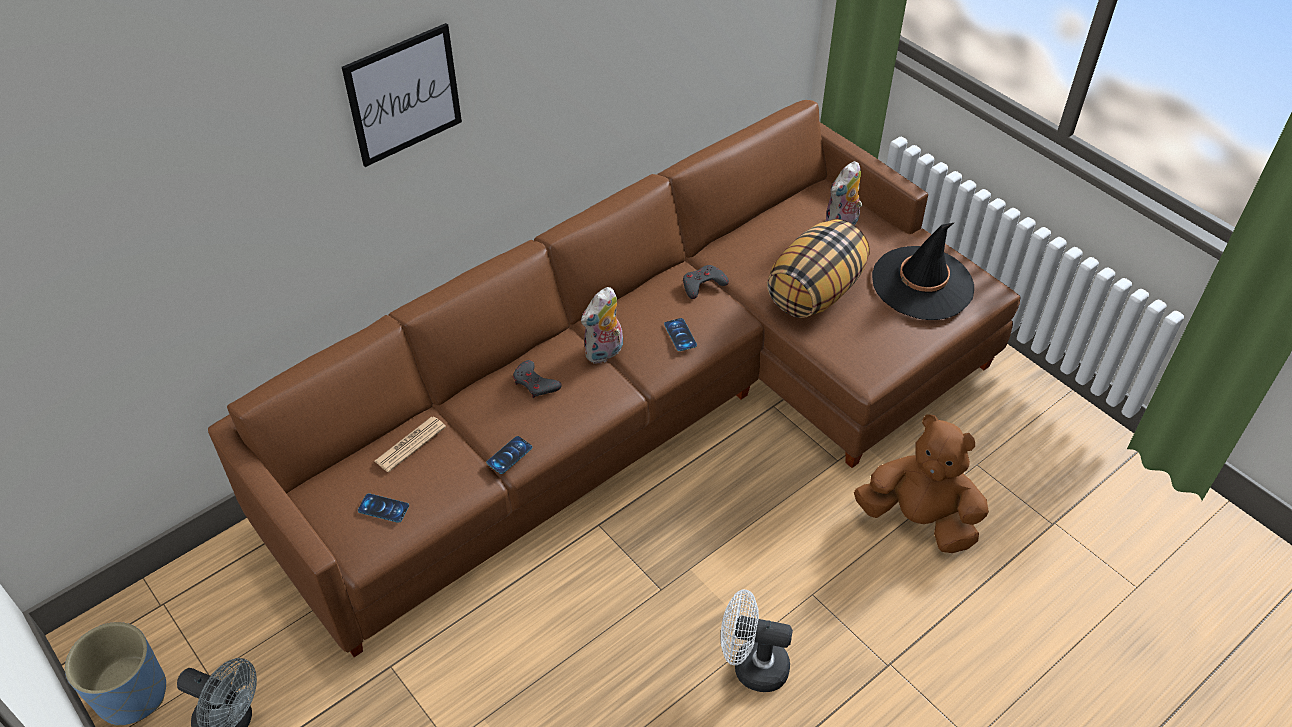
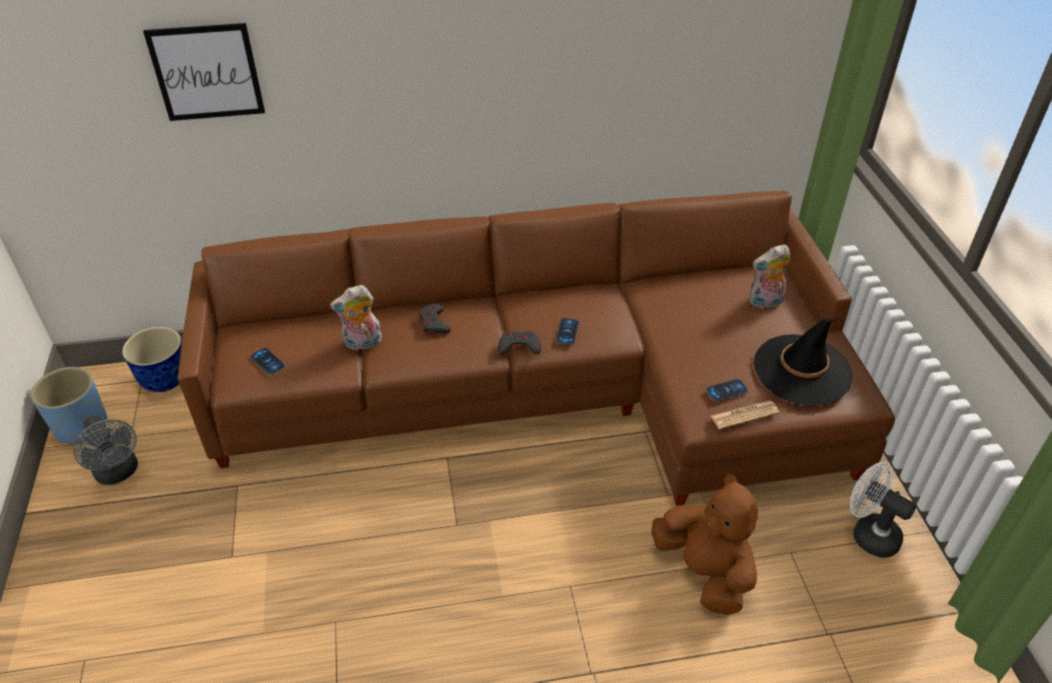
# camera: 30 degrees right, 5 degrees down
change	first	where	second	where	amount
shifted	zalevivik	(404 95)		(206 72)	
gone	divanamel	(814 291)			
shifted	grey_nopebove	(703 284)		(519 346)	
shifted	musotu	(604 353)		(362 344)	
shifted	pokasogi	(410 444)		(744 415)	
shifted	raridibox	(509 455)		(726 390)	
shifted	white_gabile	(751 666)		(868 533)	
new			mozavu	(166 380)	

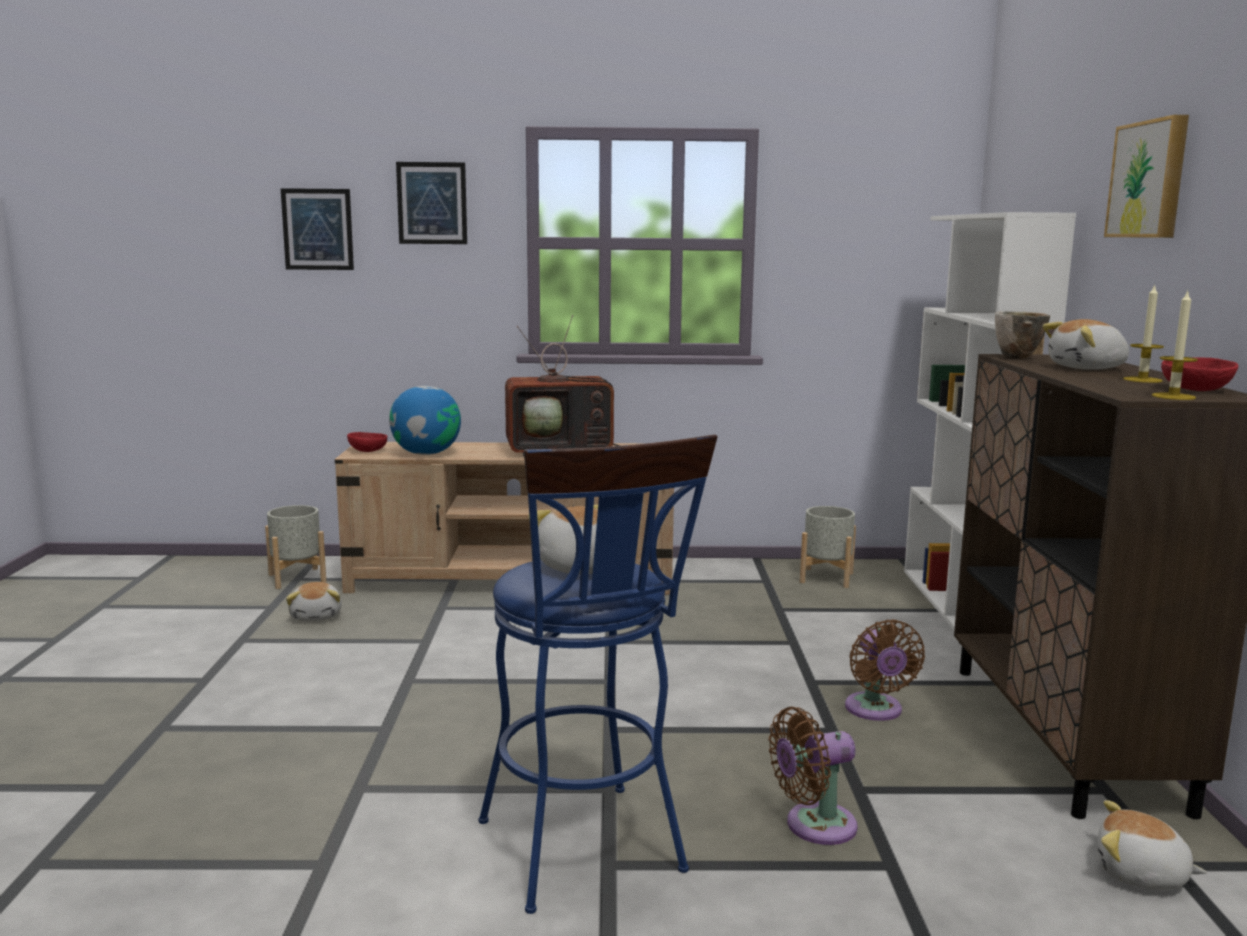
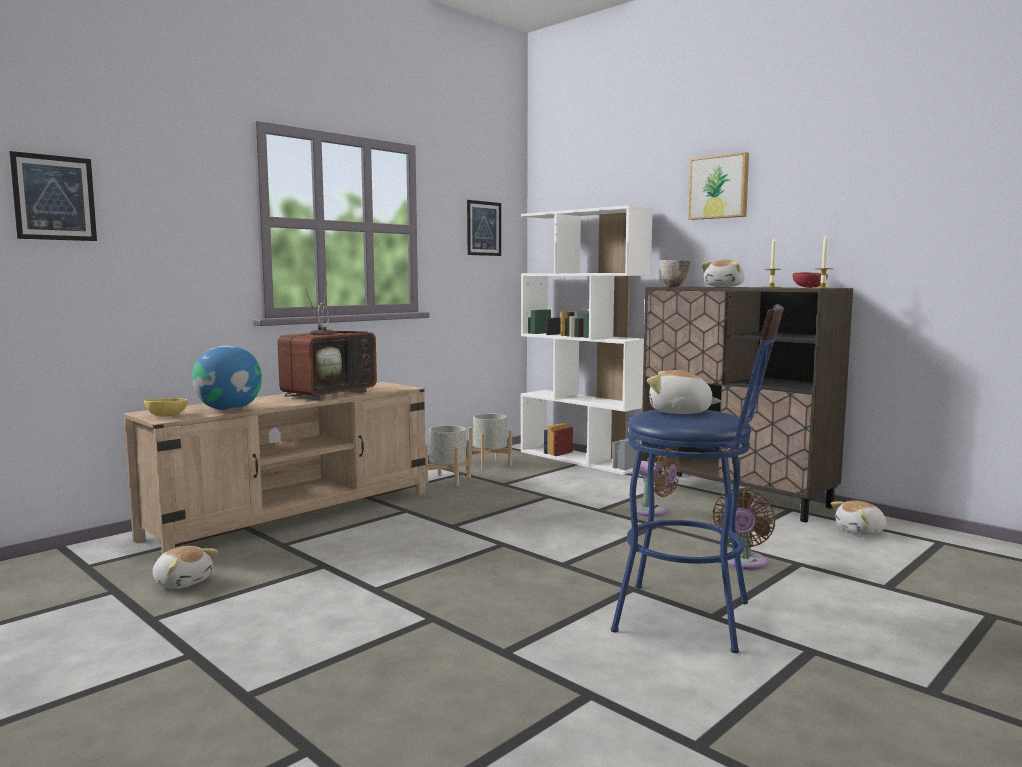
# camera: 45 degrees left, 5 degrees down
change	first	where	second	where	amount
shifted	zalevivik	(432 203)		(484 228)	
repainted	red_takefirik	(368 451)	yellow_takefirik	(166 415)	
shifted	grey_mozavu	(297 578)		(447 480)	

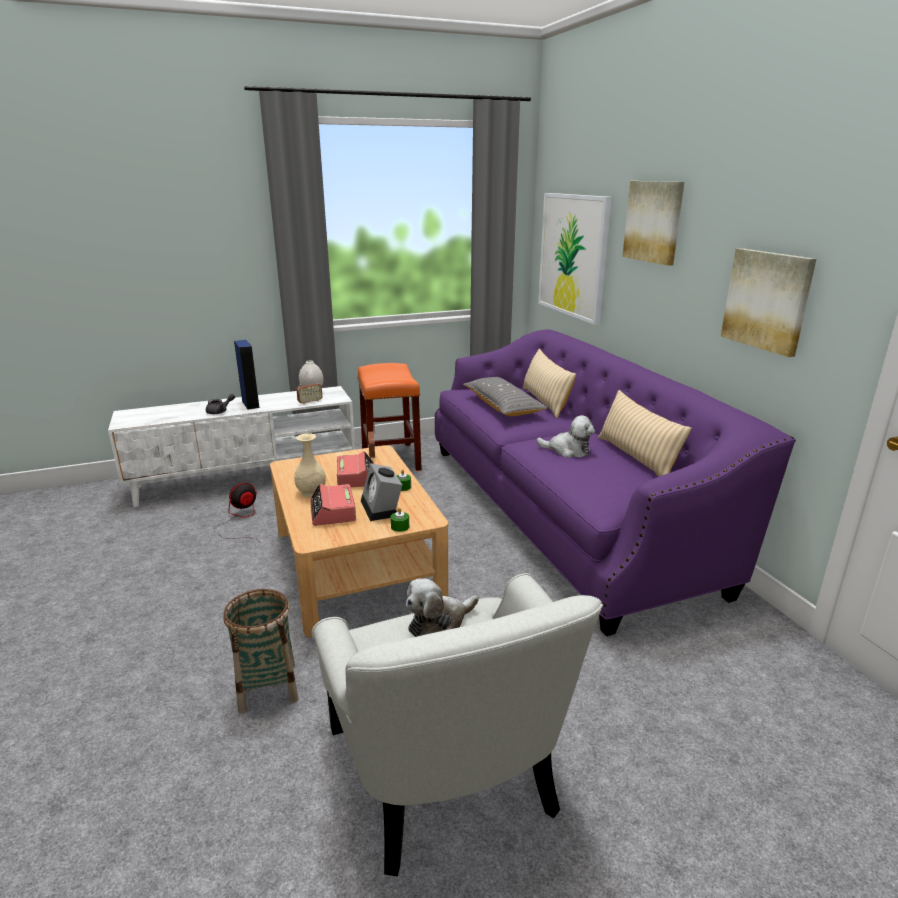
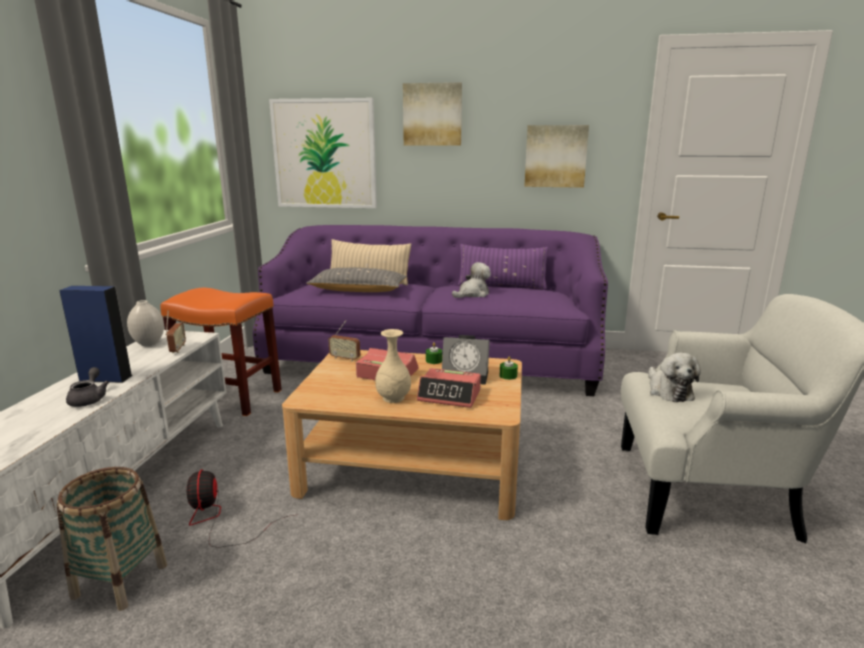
# camera: 60 degrees left, 5 degrees down
change	first	where	second	where	amount
repainted	beige_divanamel	(636 457)	purple_divanamel	(501 286)	
shifted	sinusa	(268 687)		(120 580)	

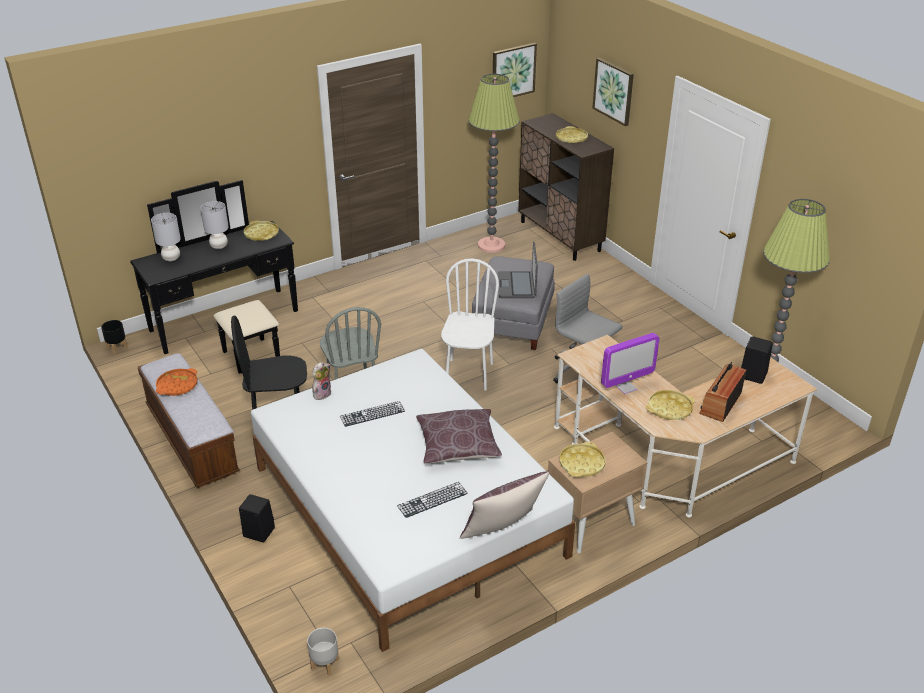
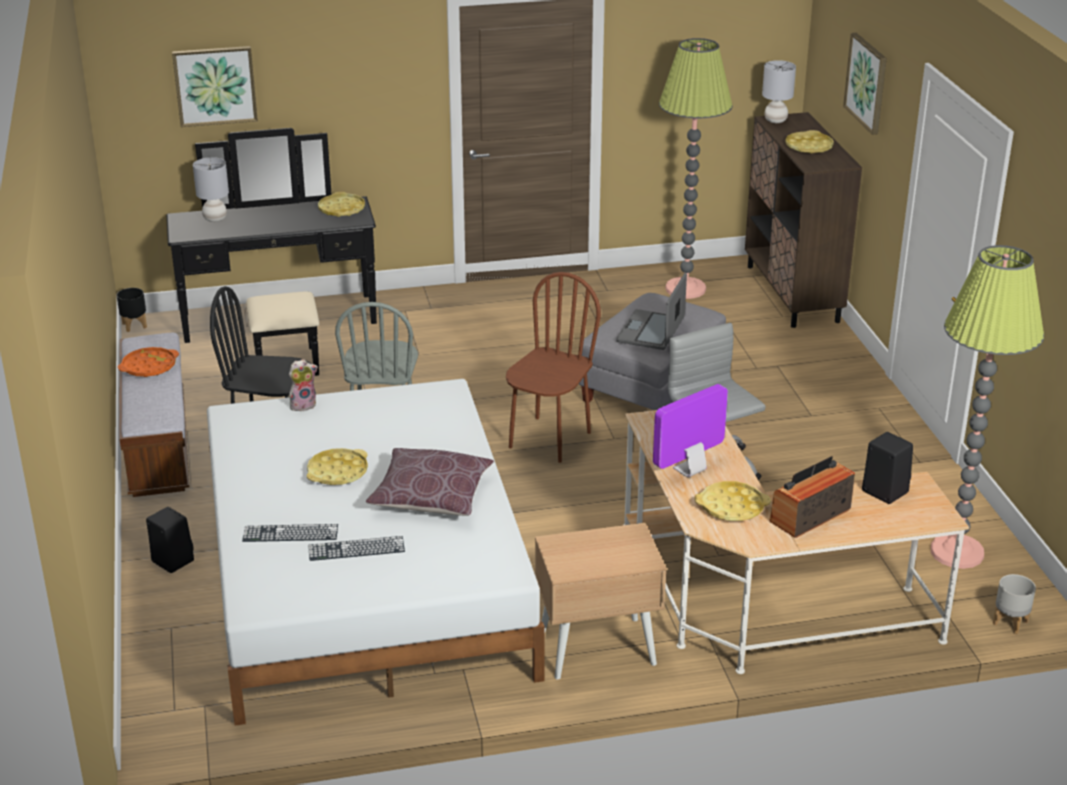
# camera: 20 degrees right, 5 degrees down
change	first	where	second	where	amount
shifted	zalevivik	(513 71)		(215 85)	
shifted	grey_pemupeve	(219 246)		(775 121)	
repainted	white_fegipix	(468 375)	brown_fegipix	(549 440)	
rotated	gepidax	(625 387)		(689 470)	150 degrees clockwise
shifted	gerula	(372 414)		(290 533)	
shifted	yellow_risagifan	(581 464)		(337 472)	
gone	brown_divanamel	(503 532)			
shifted	grey_mozavu	(325 664)		(1010 623)	

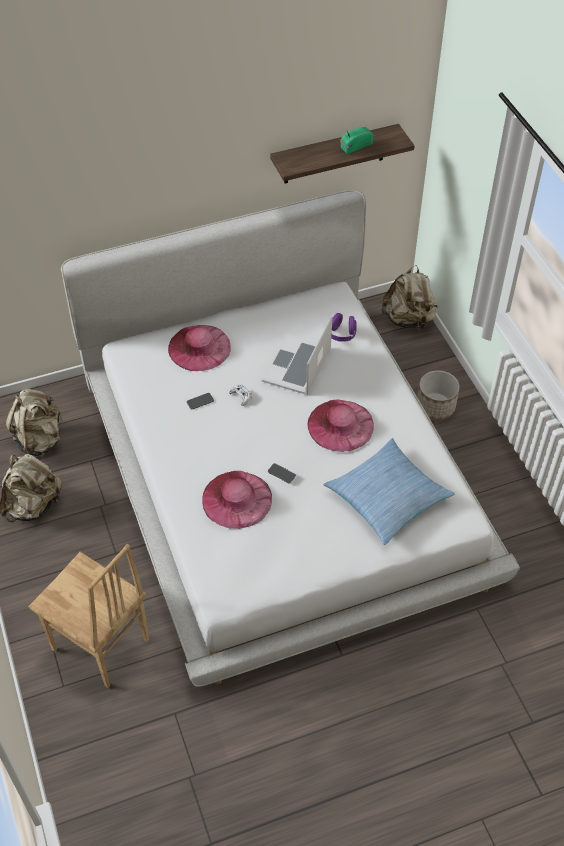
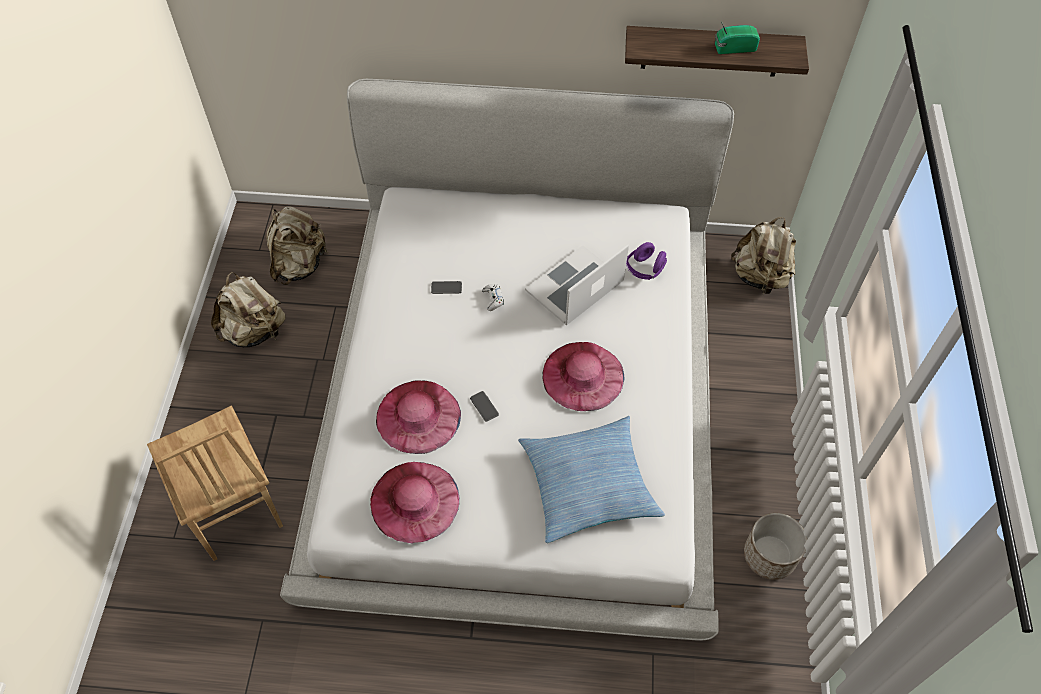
# camera: 25 degrees right, 5 degrees up
change	first	where	second	where	amount
shifted	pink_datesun	(199 347)		(414 501)	
shifted	mozavu	(436 406)		(770 556)	

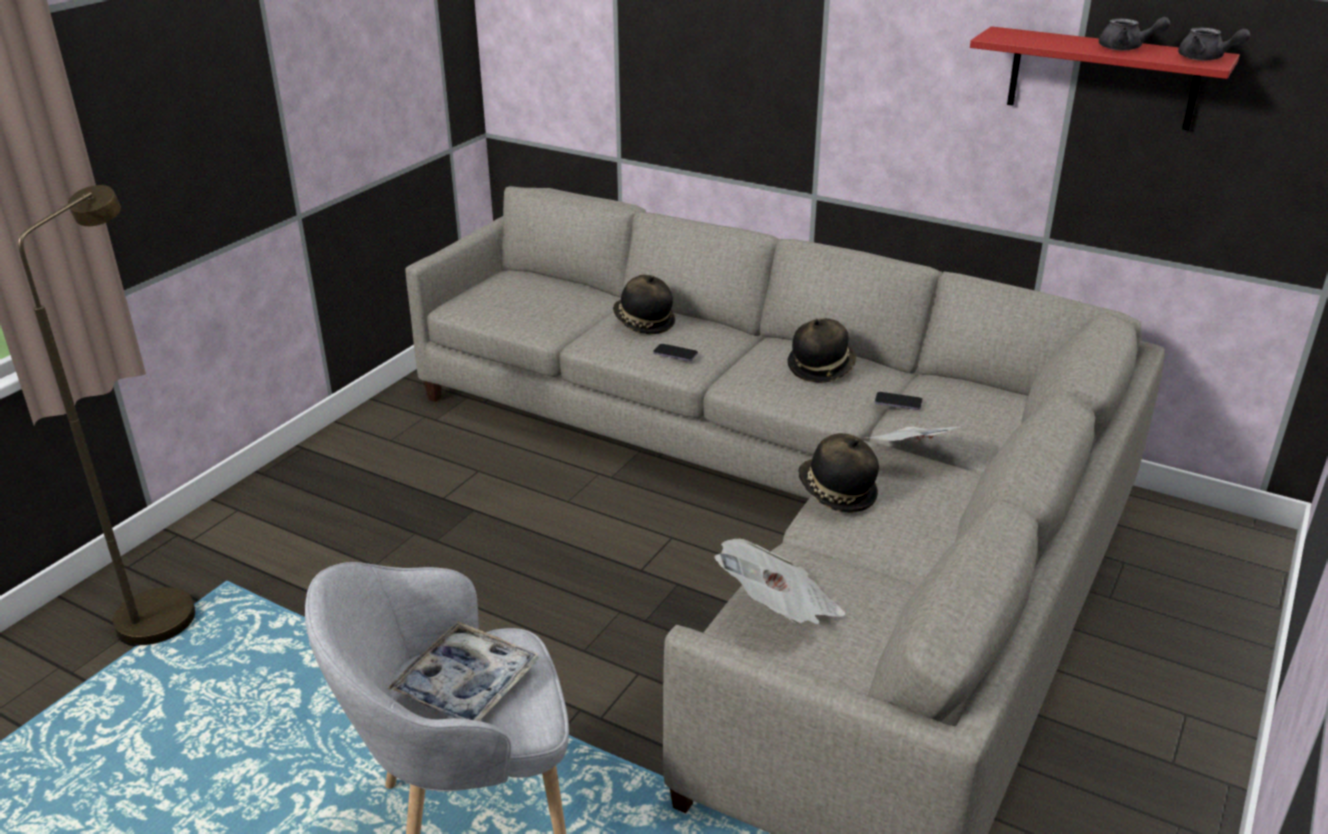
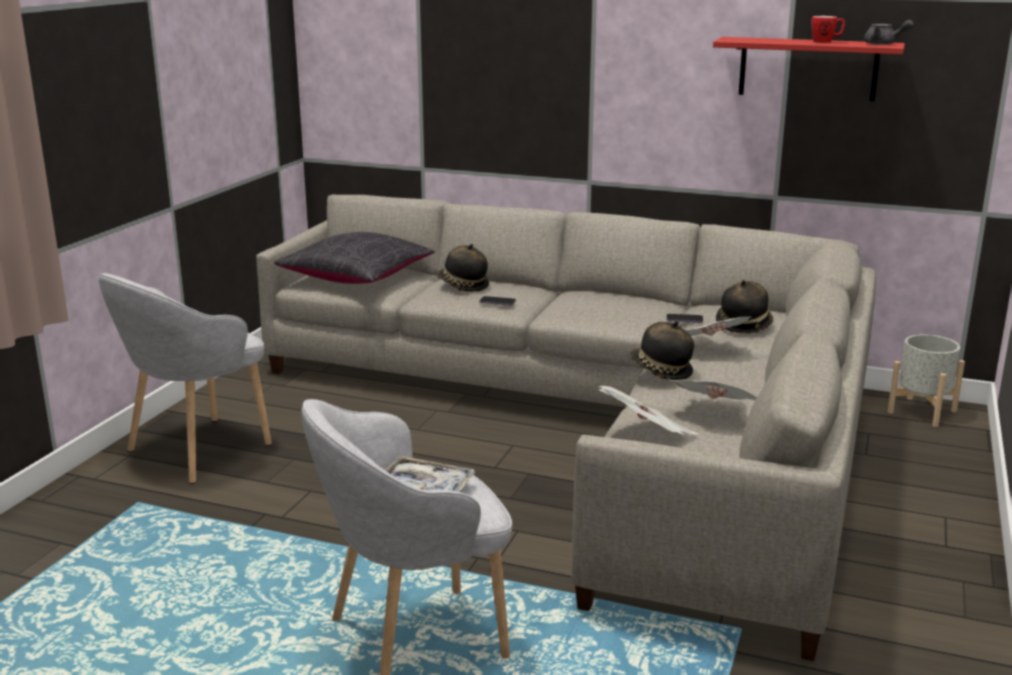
# camera: 10 degrees left, 10 degrees down
change	first	where	second	where	amount
swapped	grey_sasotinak	(1126 48)	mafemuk	(826 42)	
gone	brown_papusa	(165 607)			
shifted	datesun	(821 368)		(743 325)	
new			black_divanamel	(356 277)	
new			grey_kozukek	(196 450)	
new			grey_mozavu	(921 411)	
new			pokasogi	(713 413)	

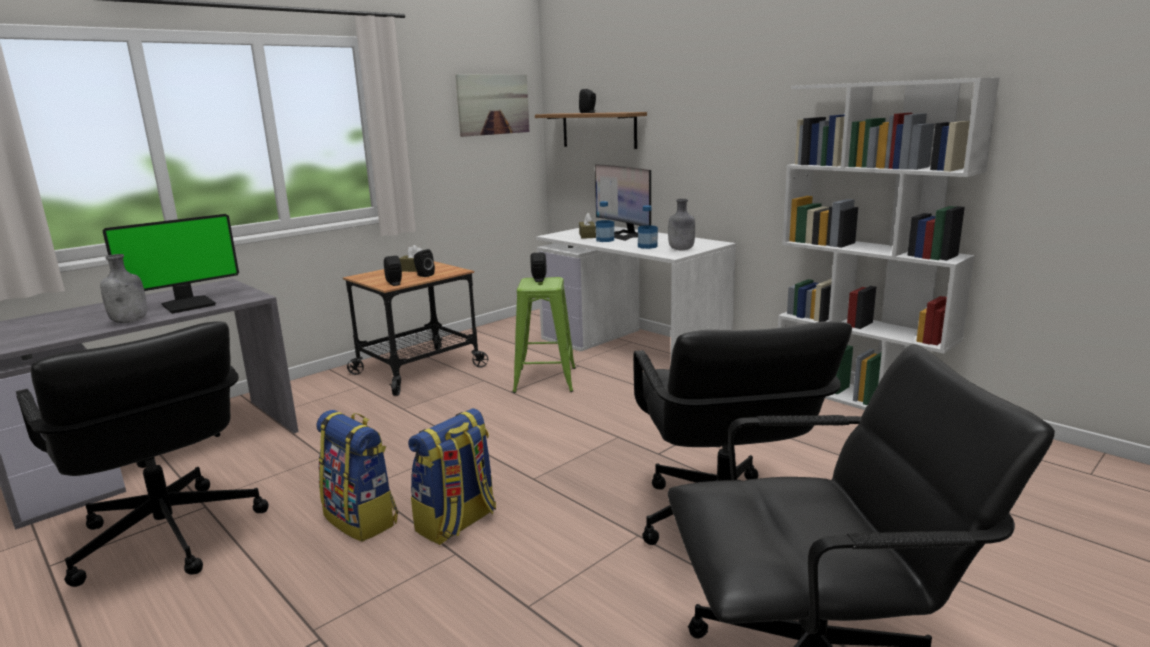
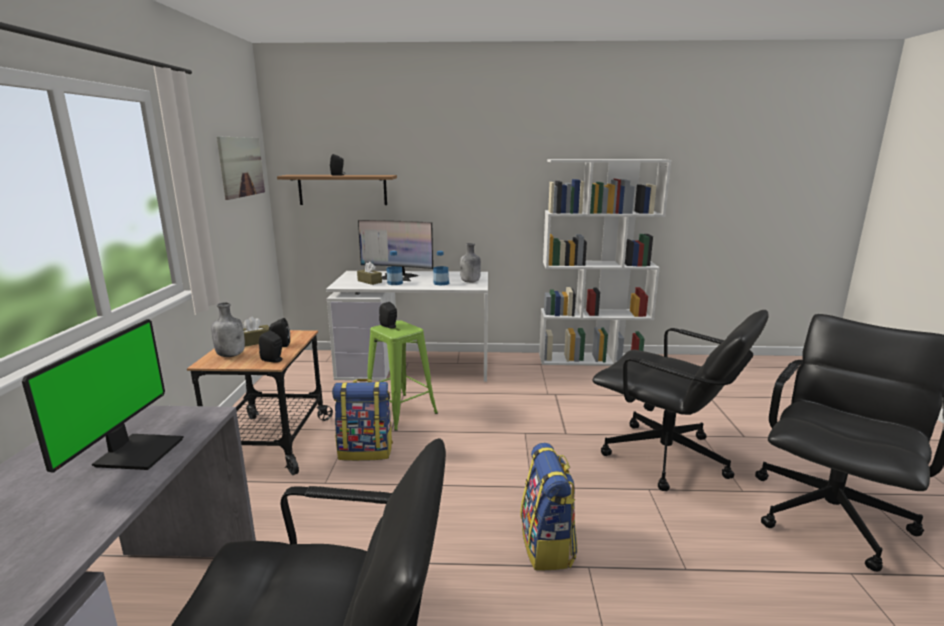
# camera: 45 degrees left, 0 degrees up
change	first	where	second	where	amount
shifted	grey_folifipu	(130 321)		(231 355)	
shifted	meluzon	(362 519)		(366 451)	

